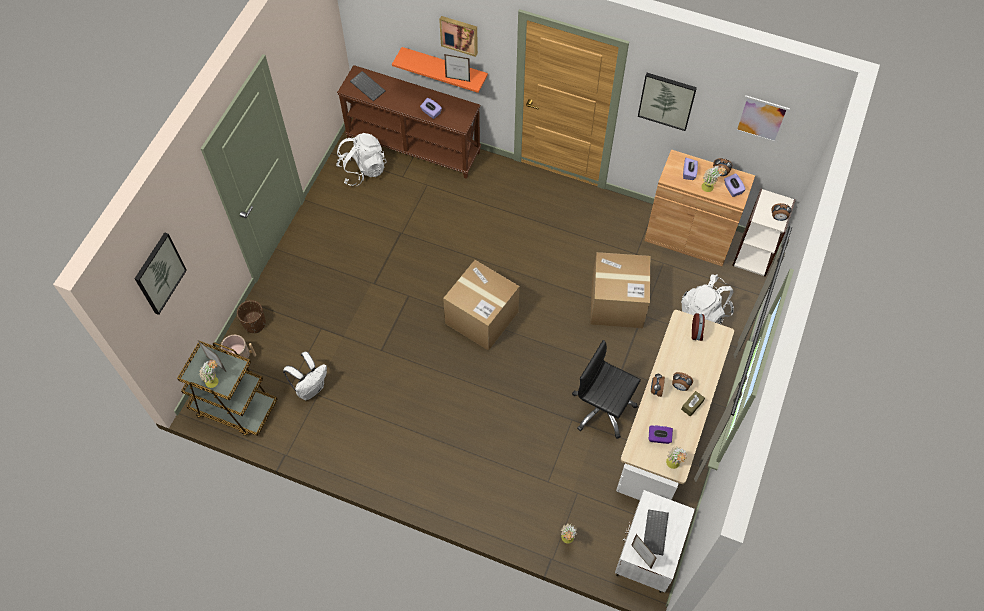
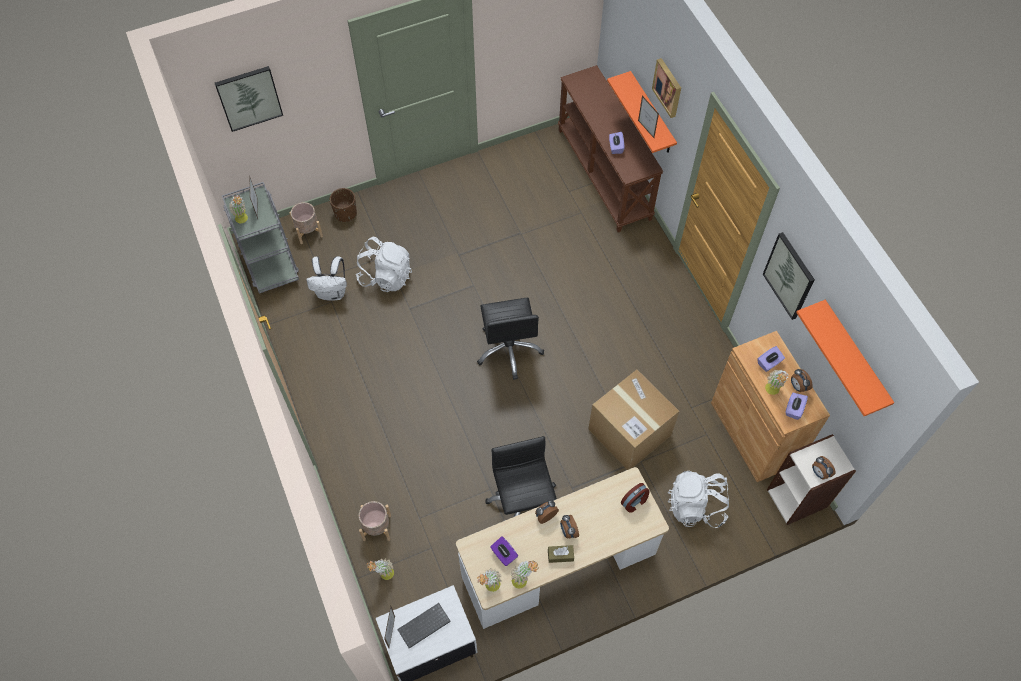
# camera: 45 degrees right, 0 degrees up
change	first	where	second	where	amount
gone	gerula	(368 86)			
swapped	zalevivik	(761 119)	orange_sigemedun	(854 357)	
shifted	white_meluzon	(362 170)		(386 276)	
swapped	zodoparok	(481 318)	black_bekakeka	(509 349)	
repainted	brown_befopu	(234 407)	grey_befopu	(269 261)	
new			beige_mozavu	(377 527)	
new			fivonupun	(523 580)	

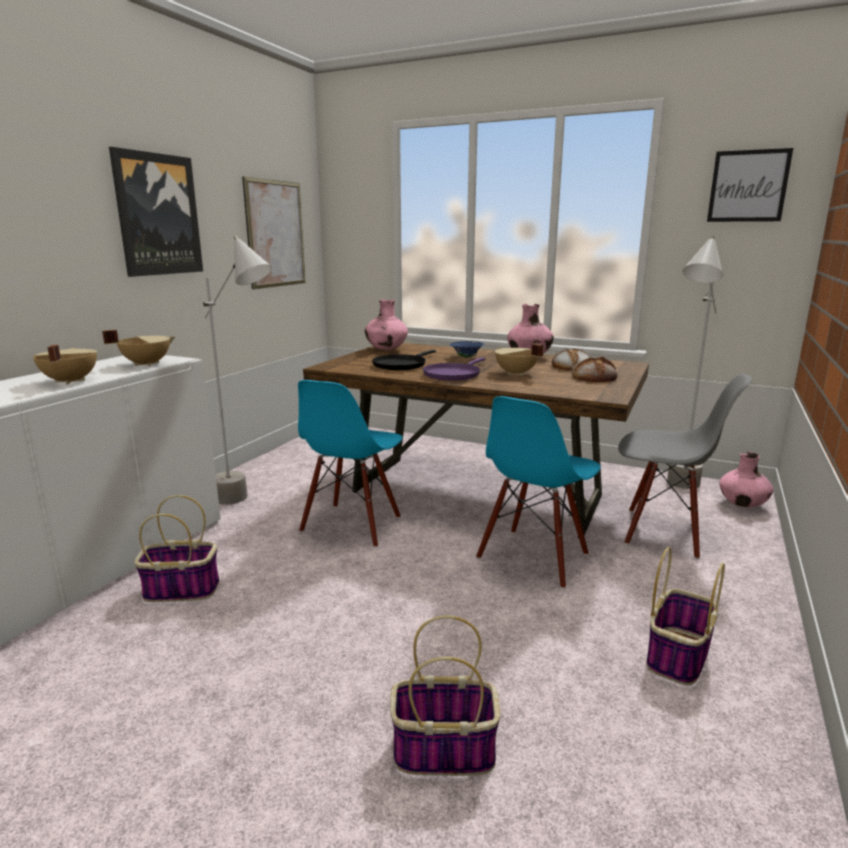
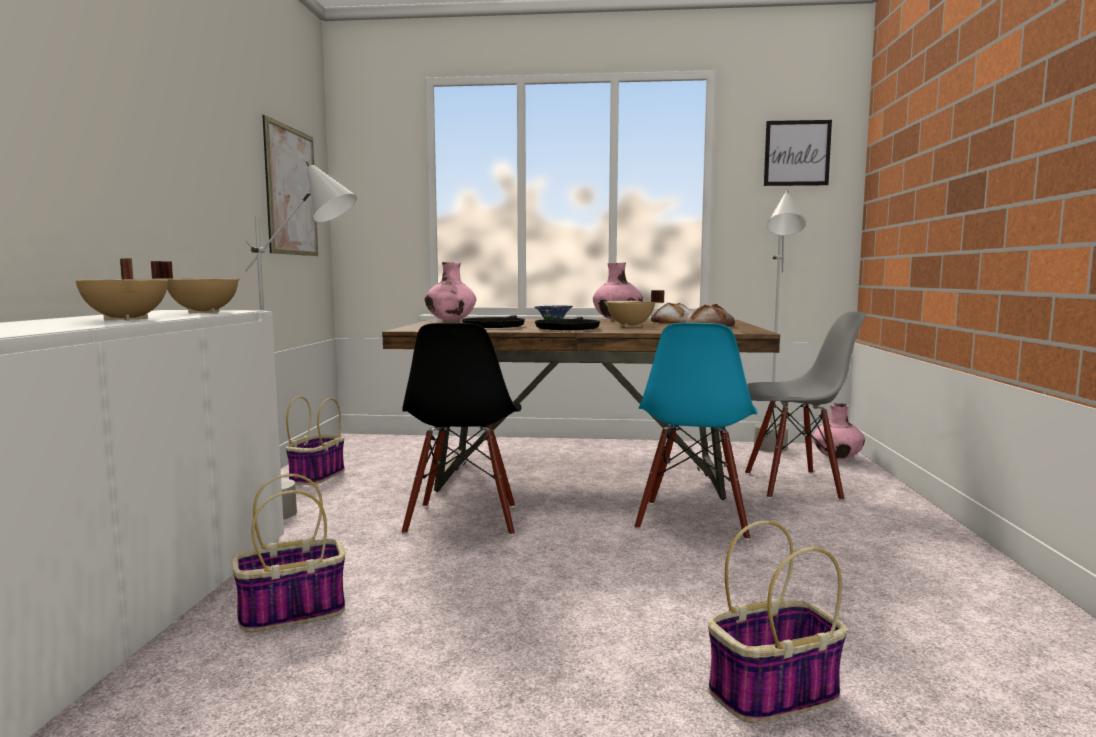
# camera: 20 degrees left, 10 degrees down
change	first	where	second	where	amount
gone	zalevivik	(158 215)			
repainted	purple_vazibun	(453 374)	black_vazibun	(567 328)	
repainted	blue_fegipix	(352 525)	black_fegipix	(463 520)	
shifted	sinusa	(677 655)		(317 476)	

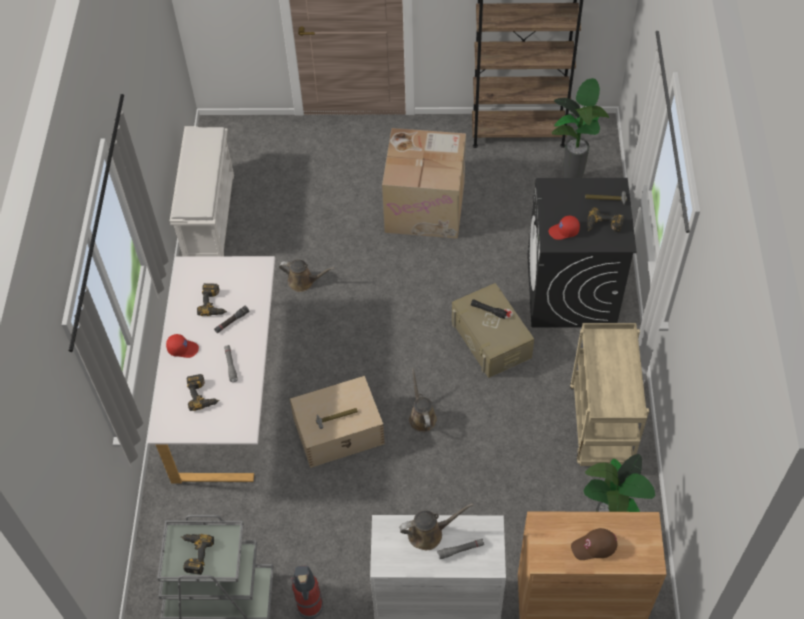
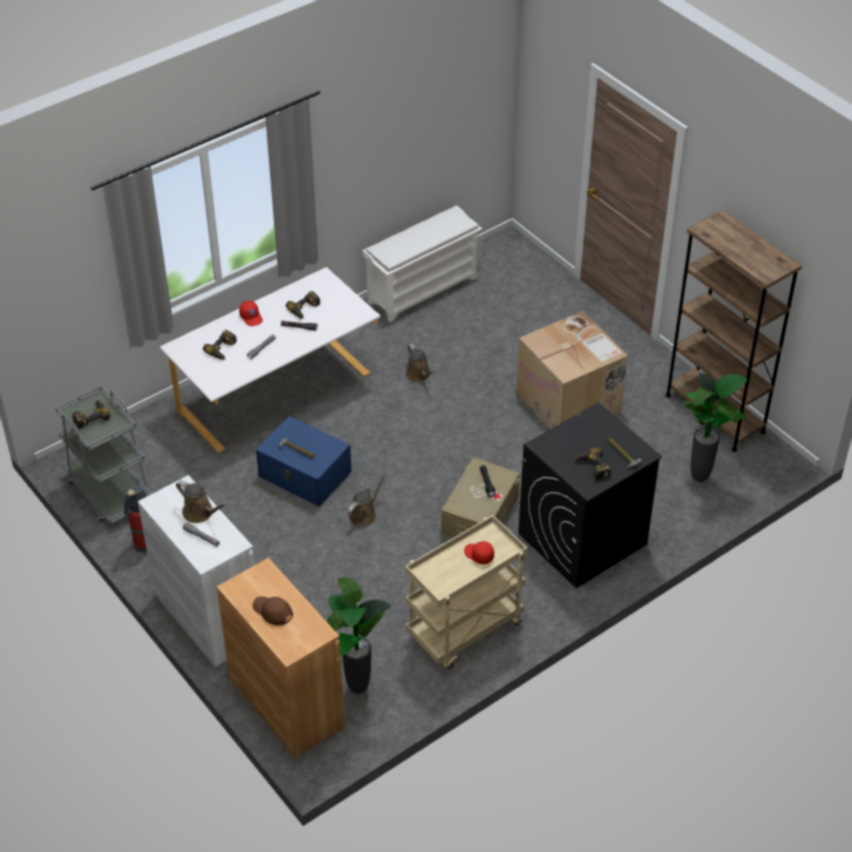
# camera: 50 degrees right, 10 degrees down
change	first	where	second	where	amount
shifted	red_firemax	(564 231)		(478 555)	
repainted	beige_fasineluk	(339 431)	blue_fasineluk	(305 474)	

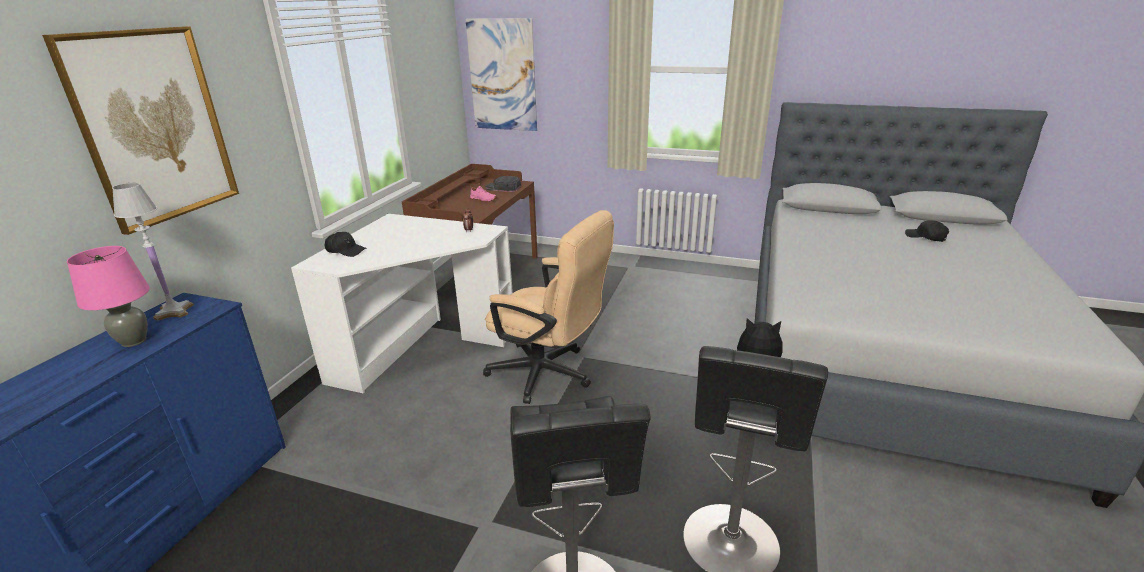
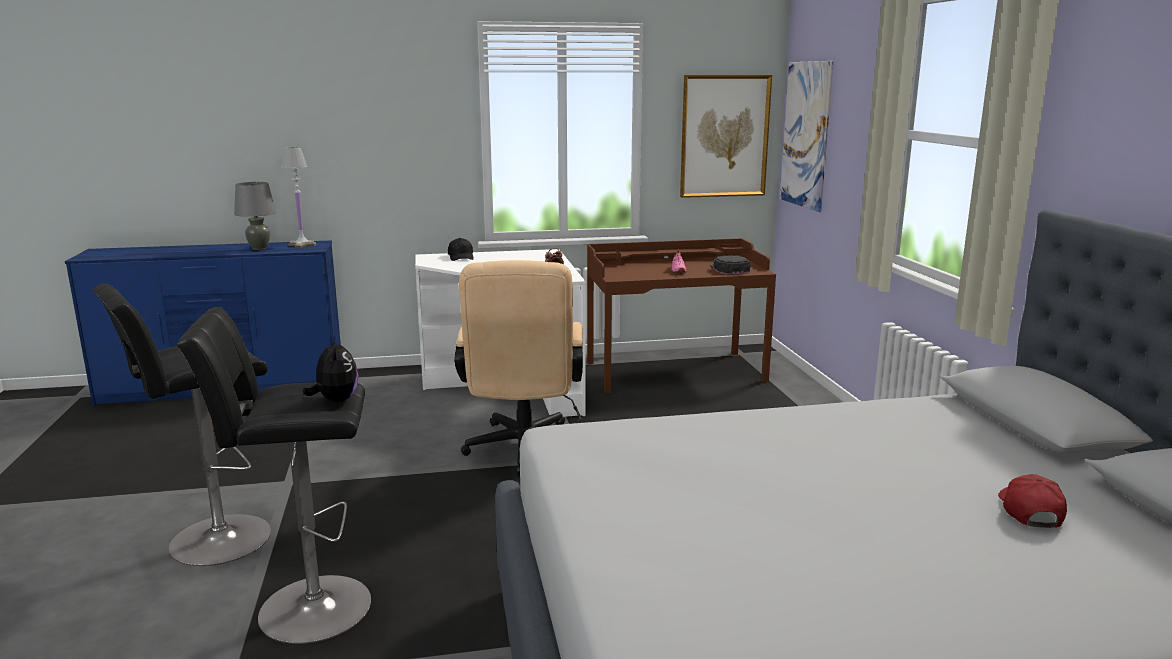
# camera: 60 degrees right, 10 degrees down
change	first	where	second	where	amount
shifted	zalevivik	(154 127)		(724 136)	
repainted	black_firemax	(926 237)	red_firemax	(1029 511)	
repainted	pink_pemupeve	(133 341)	grey_pemupeve	(259 248)	

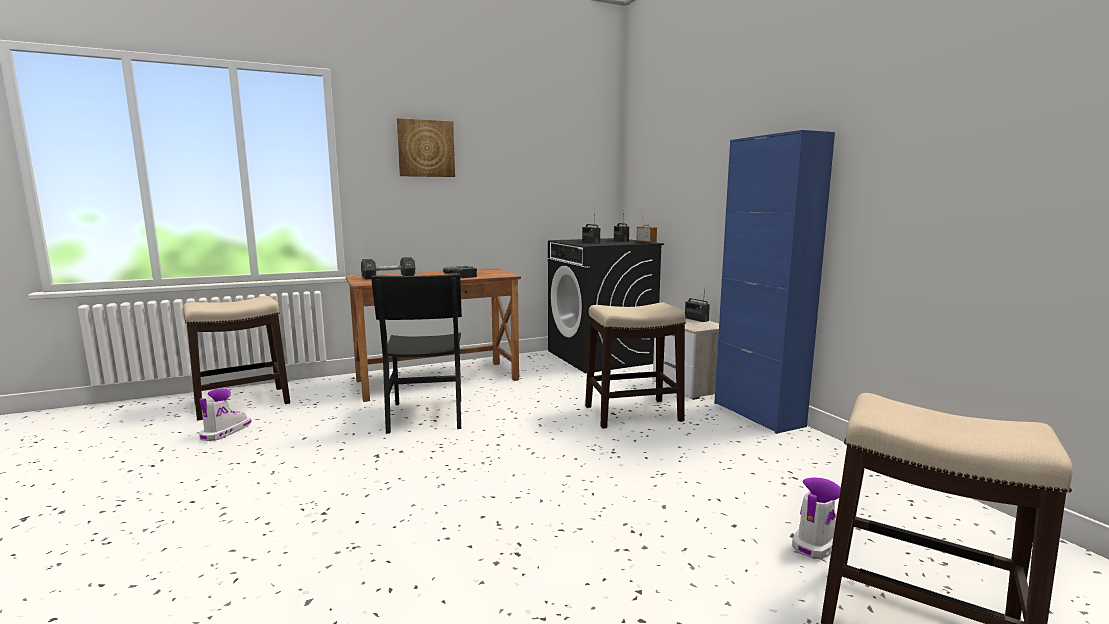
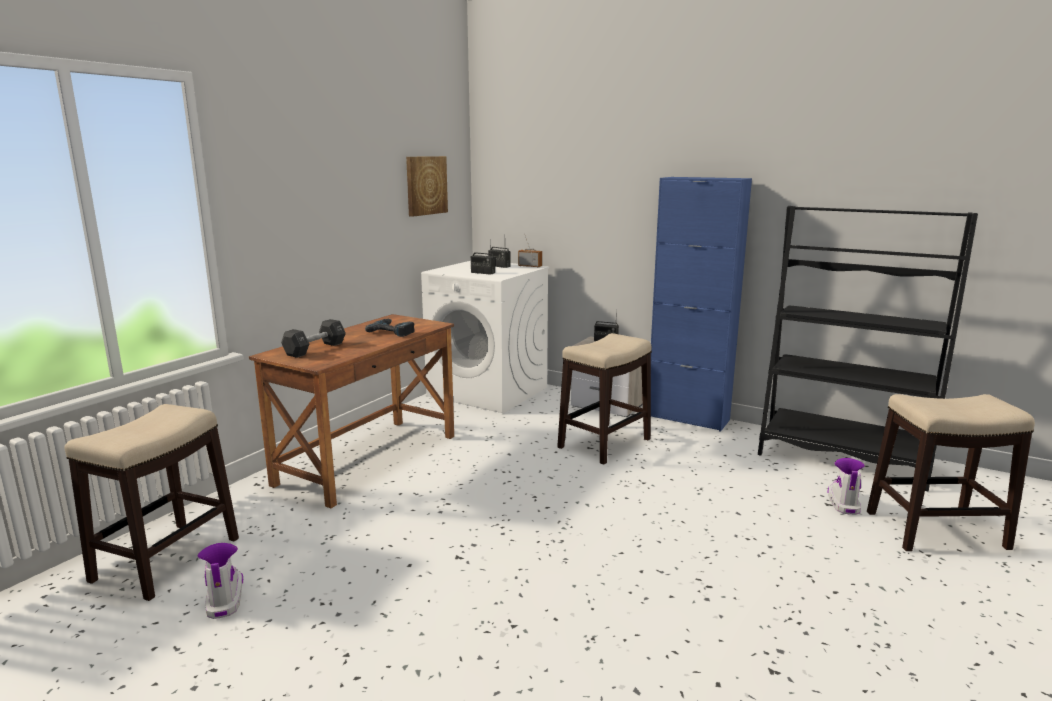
# camera: 35 degrees left, 5 degrees up
change	first	where	second	where	amount
shifted	zalevivik	(426 148)		(425 185)	
repainted	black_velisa	(601 357)	white_velisa	(488 391)	
gone	black_fegipix	(426 415)			
new			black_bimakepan	(841 457)	

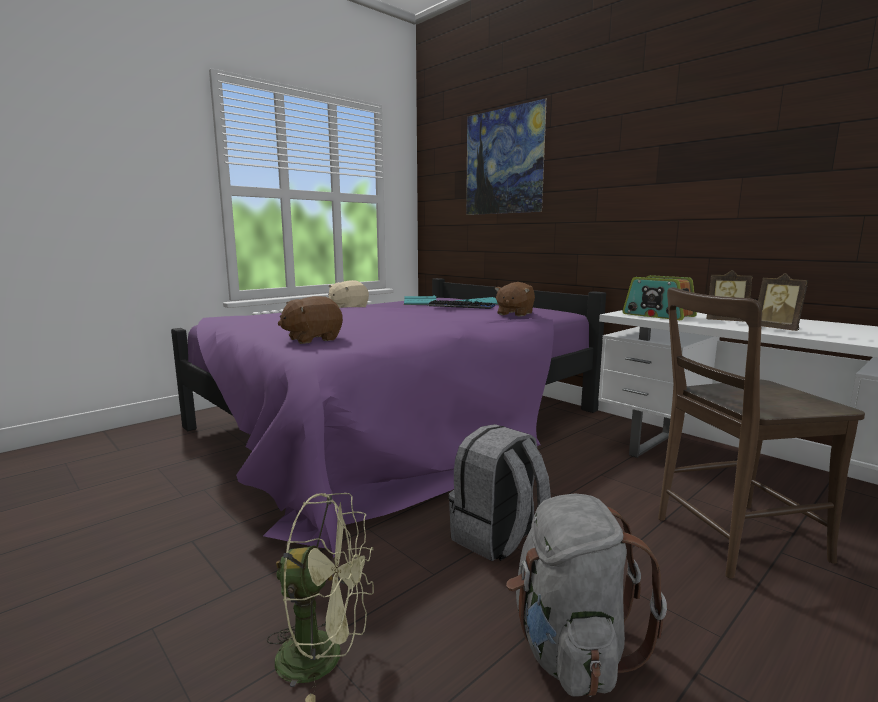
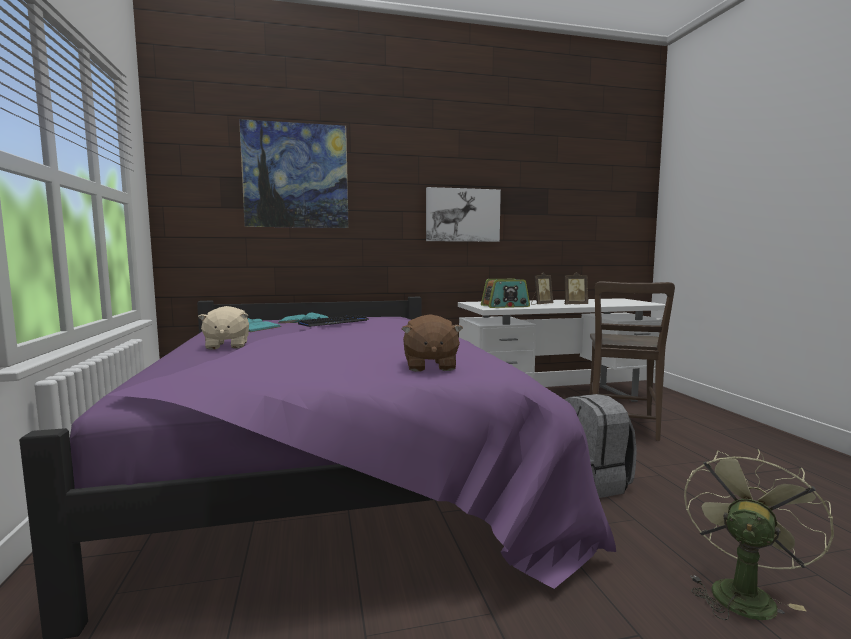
# camera: 60 degrees left, 5 degrees down
change	first	where	second	where	amount
gone	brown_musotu	(514 314)			
gone	grey_meluzon	(570 649)			
new			zalevivik	(462 215)	

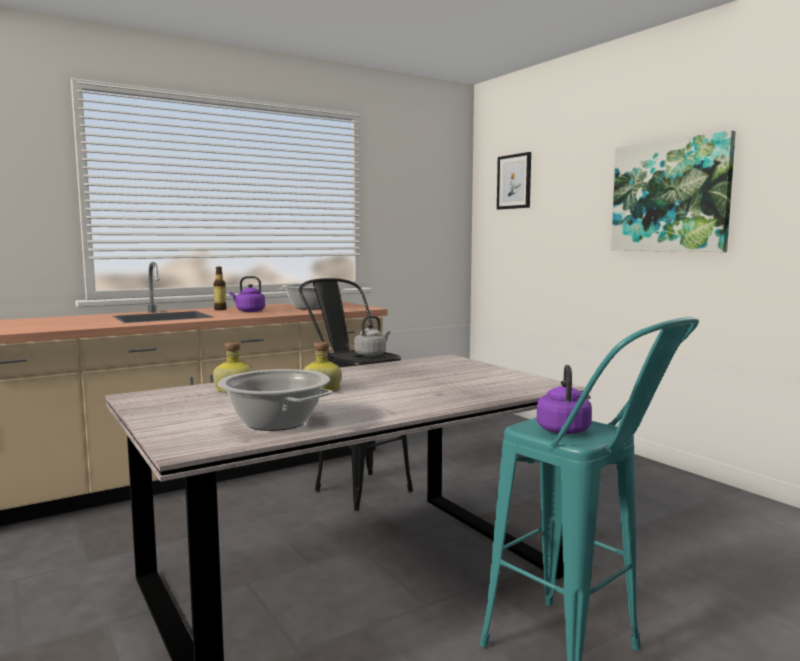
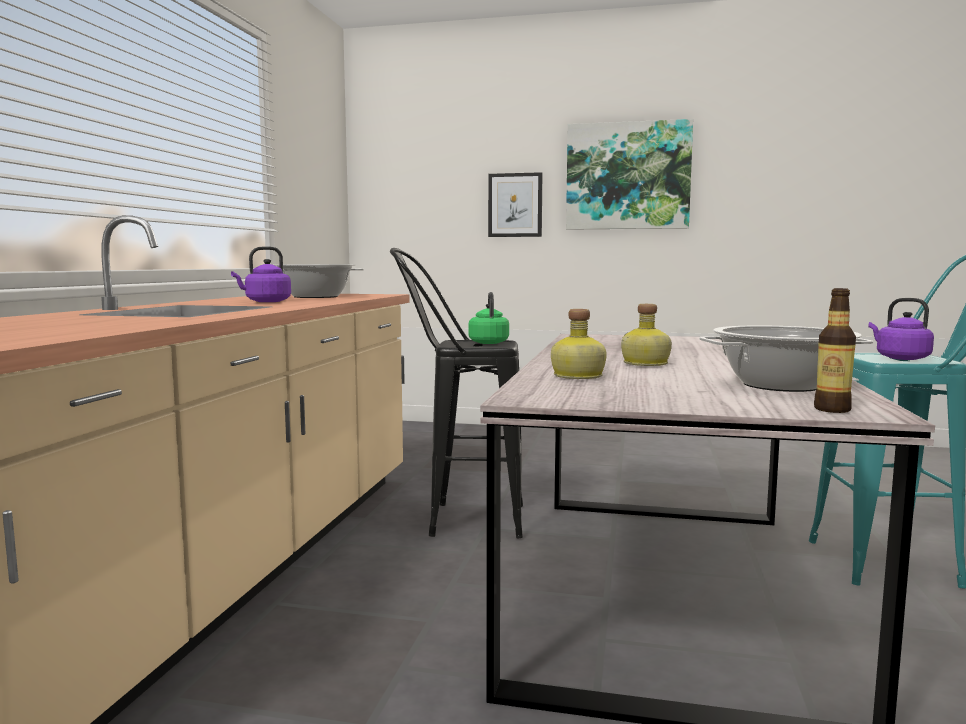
# camera: 45 degrees left, 0 degrees up
change	first	where	second	where	amount
shifted	zalevivik	(514 181)		(515 205)	
shifted	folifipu	(220 309)		(832 409)	
repainted	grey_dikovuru	(371 354)	green_dikovuru	(488 342)	

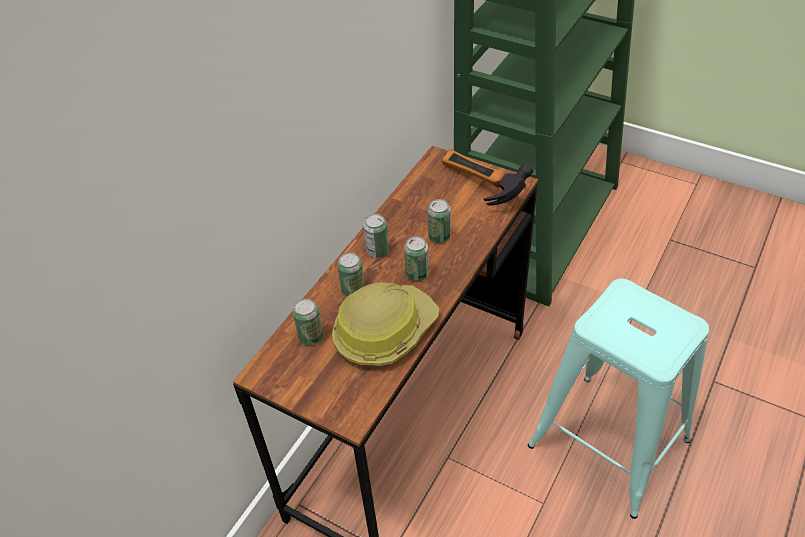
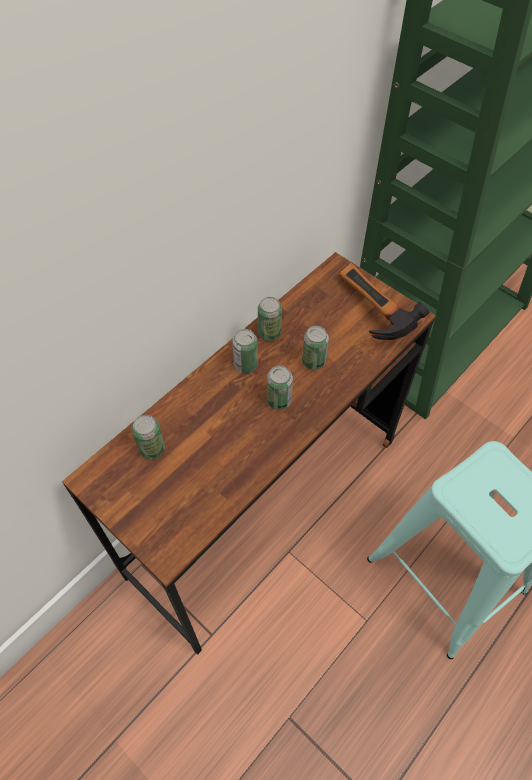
# camera: 10 degrees right, 10 degrees up
change	first	where	second	where	amount
shifted	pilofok	(353 290)		(269 333)	
gone	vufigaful	(384 332)			

